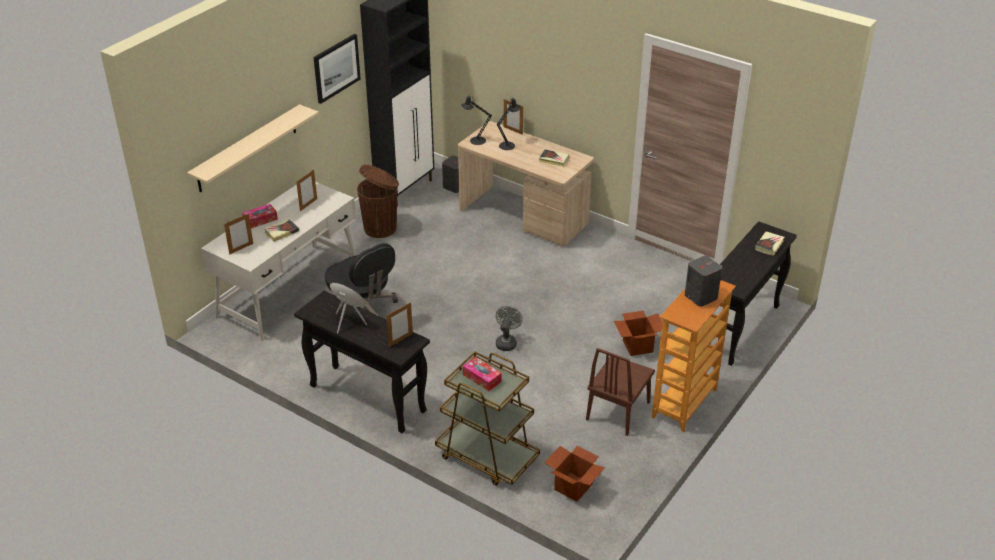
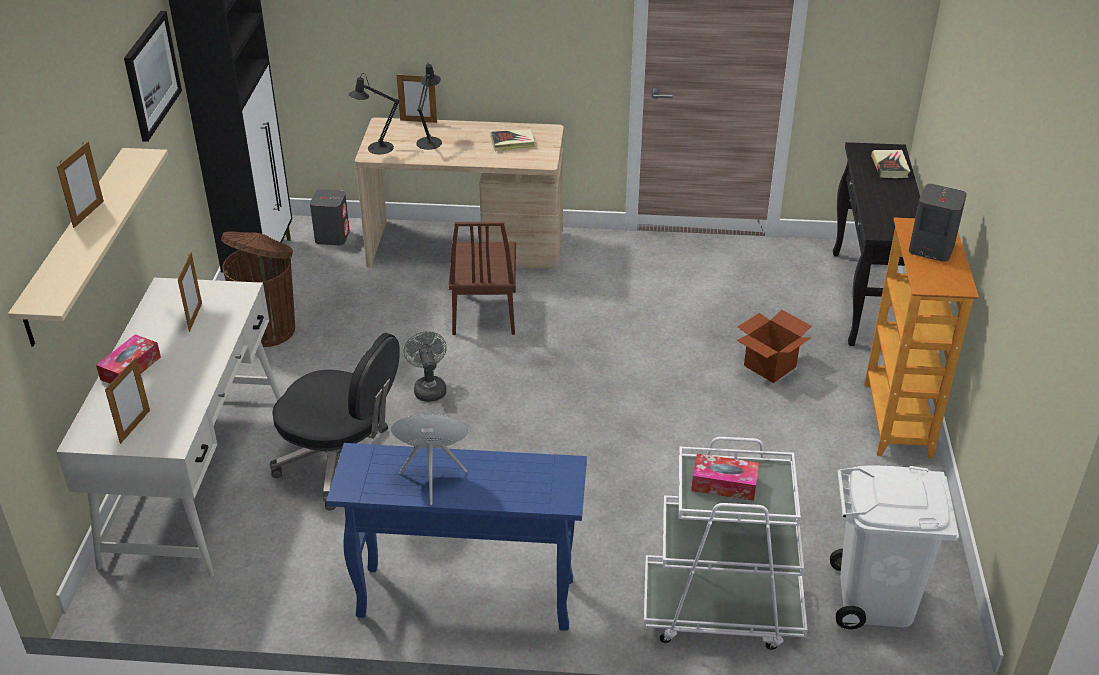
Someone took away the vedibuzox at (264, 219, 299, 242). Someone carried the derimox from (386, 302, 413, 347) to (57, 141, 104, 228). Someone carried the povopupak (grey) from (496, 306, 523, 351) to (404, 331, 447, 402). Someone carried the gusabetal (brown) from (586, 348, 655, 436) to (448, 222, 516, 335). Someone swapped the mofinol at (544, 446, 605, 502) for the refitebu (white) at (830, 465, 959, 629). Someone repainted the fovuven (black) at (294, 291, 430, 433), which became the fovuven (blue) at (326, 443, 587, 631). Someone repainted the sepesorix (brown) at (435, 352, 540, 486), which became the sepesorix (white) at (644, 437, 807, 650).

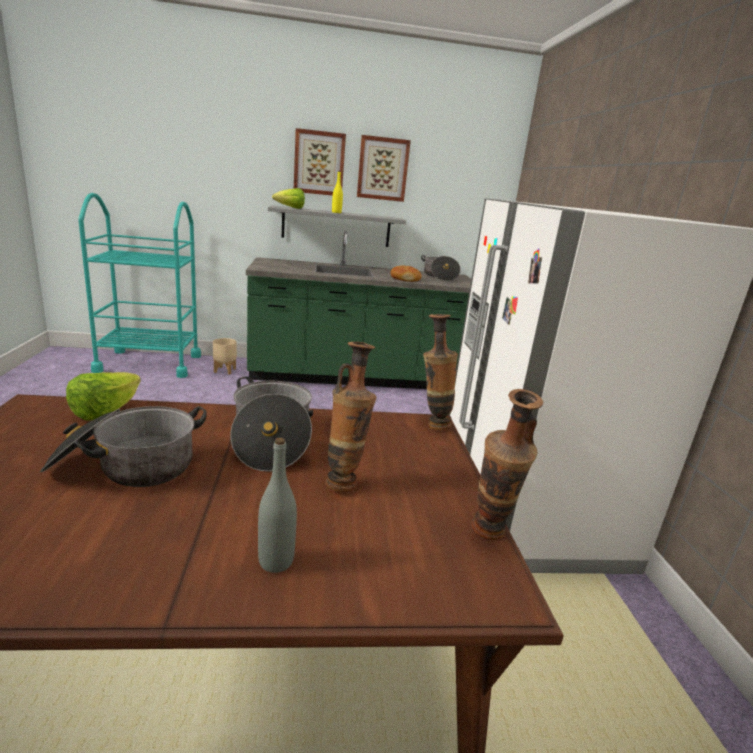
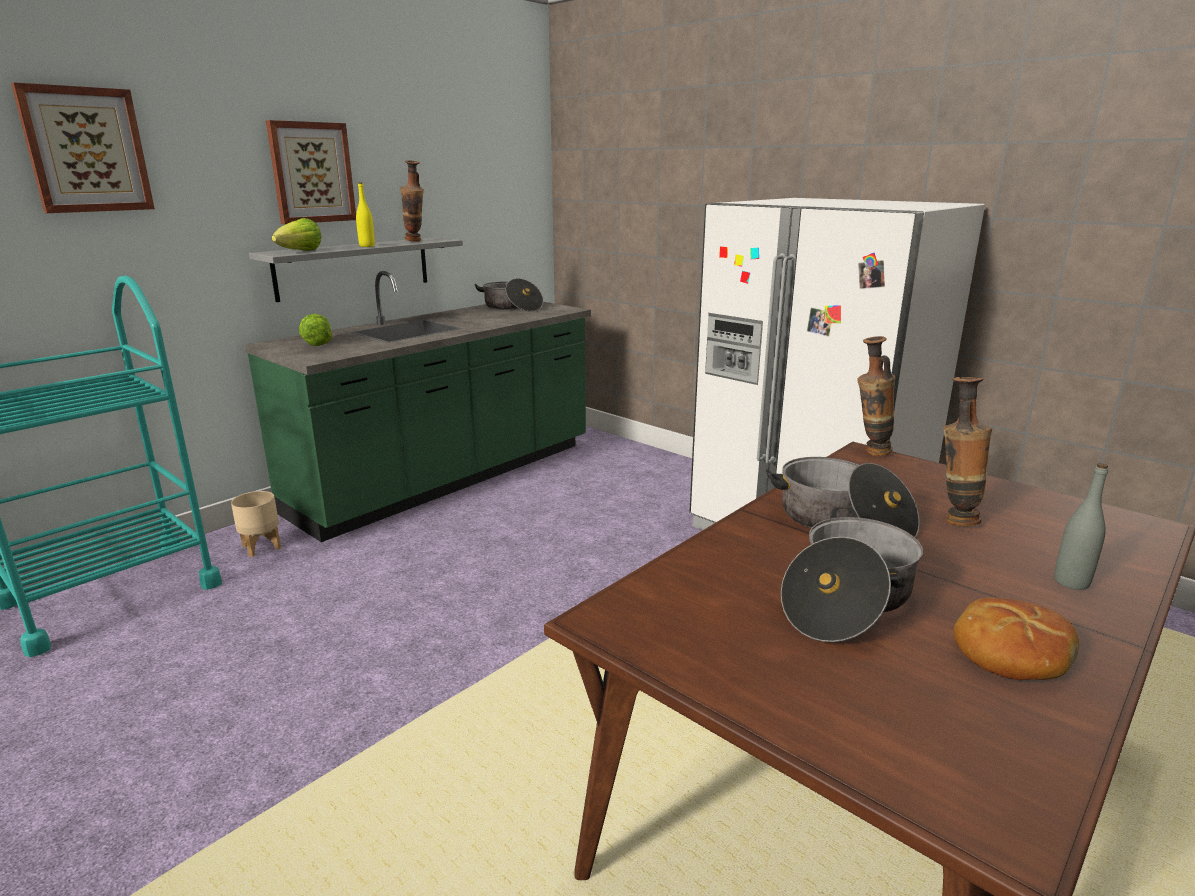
Someone carried the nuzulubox from (66, 372, 141, 421) to (299, 314, 333, 346). Someone carried the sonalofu from (357, 135, 411, 202) to (11, 82, 155, 213). Someone carried the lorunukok from (391, 265, 422, 282) to (954, 597, 1079, 680). Someone carried the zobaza from (472, 389, 543, 540) to (400, 160, 424, 242).

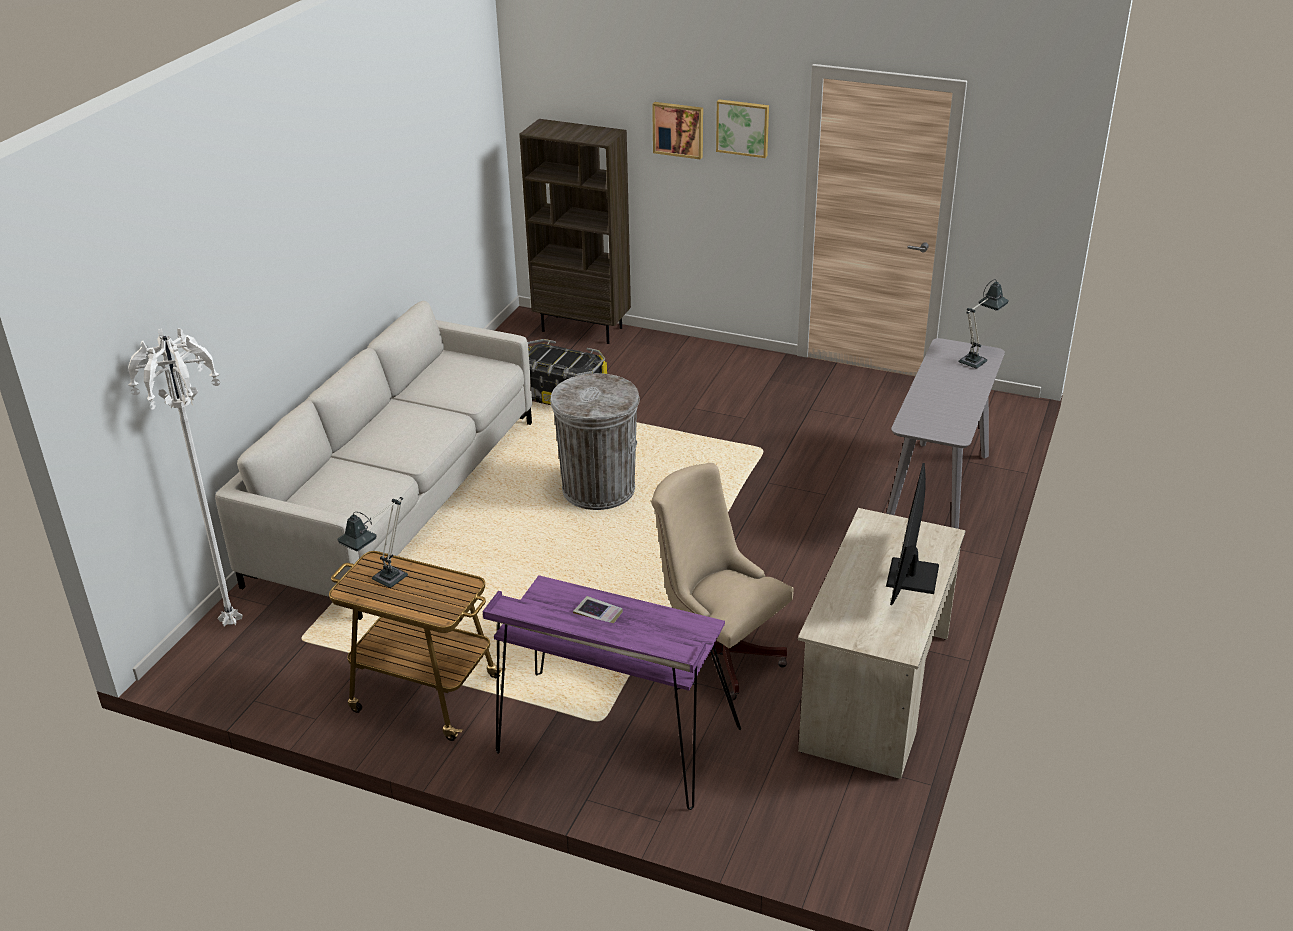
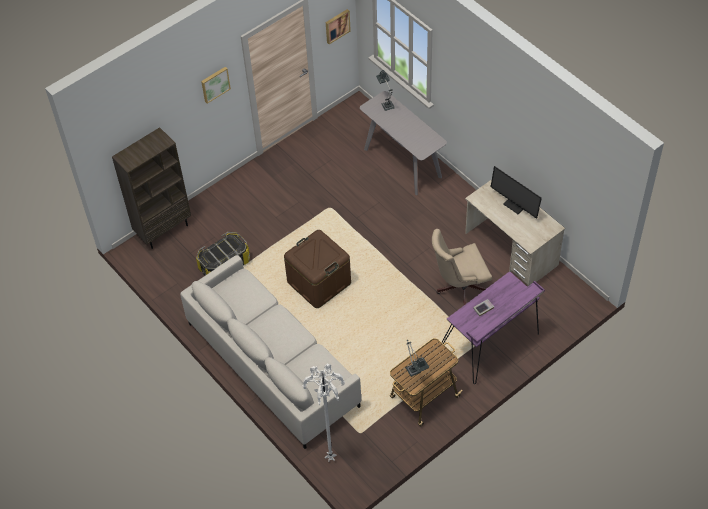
Someone carried the sonalofu from (652, 102, 703, 160) to (326, 9, 351, 44). Someone swapped the refitebu (grey) at (550, 373, 640, 510) for the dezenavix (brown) at (284, 230, 351, 308).

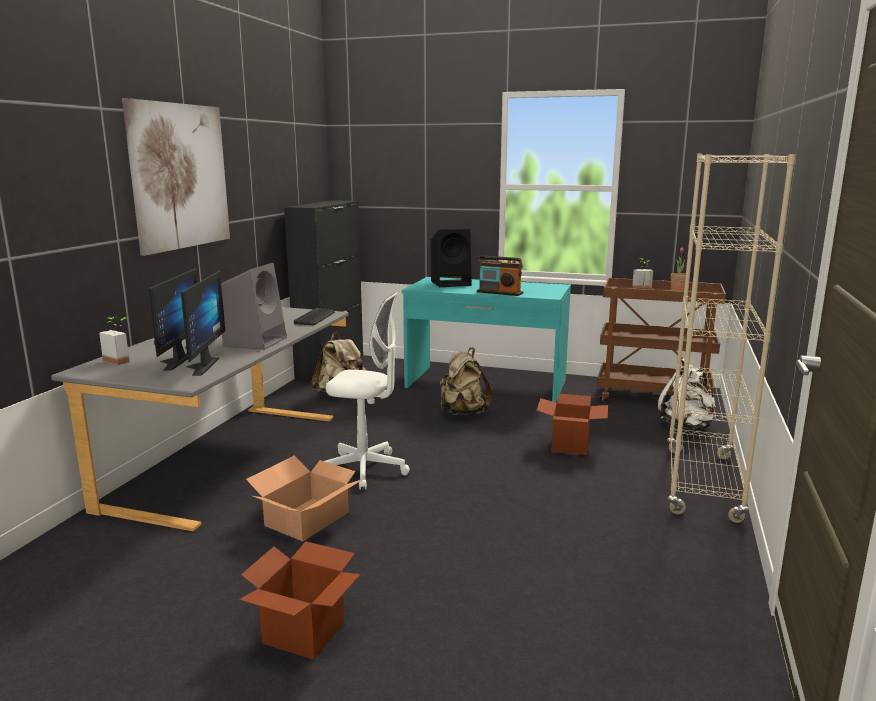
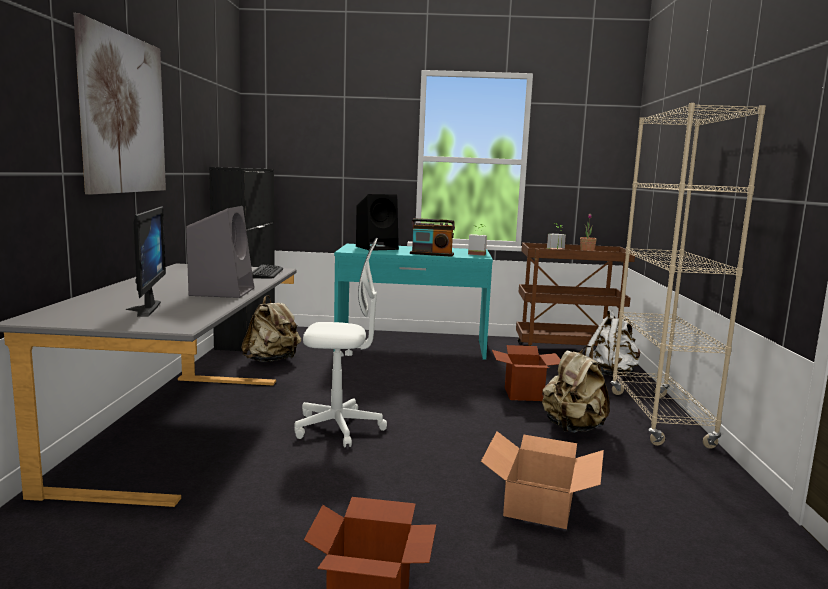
Someone took away the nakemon at (181, 271, 225, 376). Someone carried the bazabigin from (99, 316, 130, 365) to (468, 224, 487, 256). Someone carried the mofinol from (246, 455, 363, 541) to (481, 431, 604, 529). Someone carried the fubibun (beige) from (440, 348, 492, 416) to (542, 346, 610, 433).

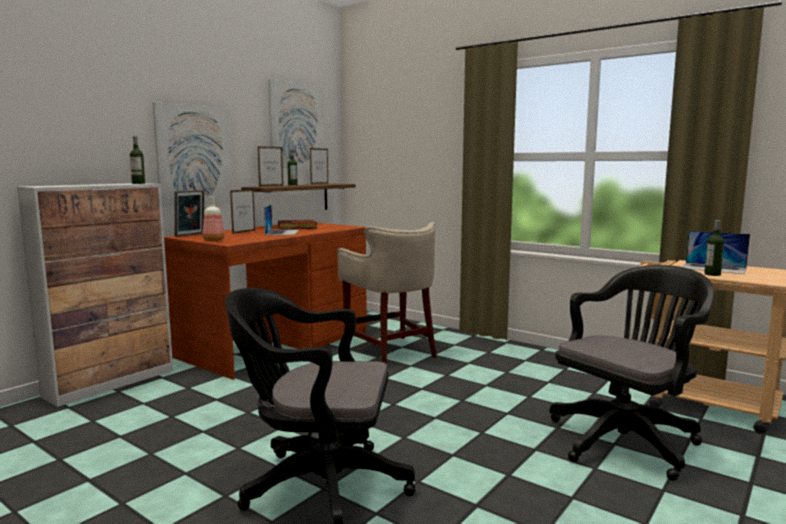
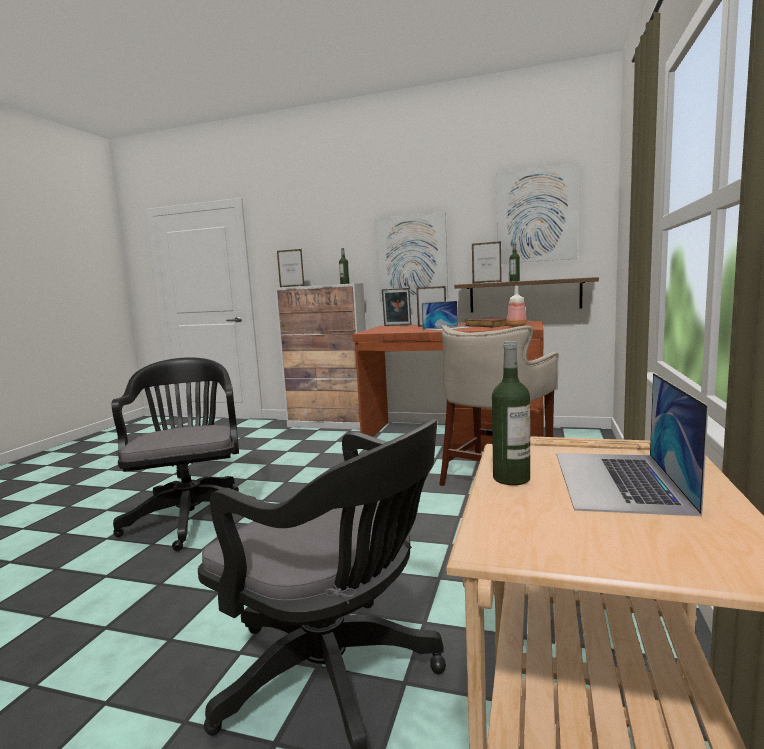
Someone carried the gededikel from (202, 196, 225, 241) to (507, 286, 527, 327). Someone carried the derimox from (310, 148, 329, 184) to (277, 249, 304, 287).

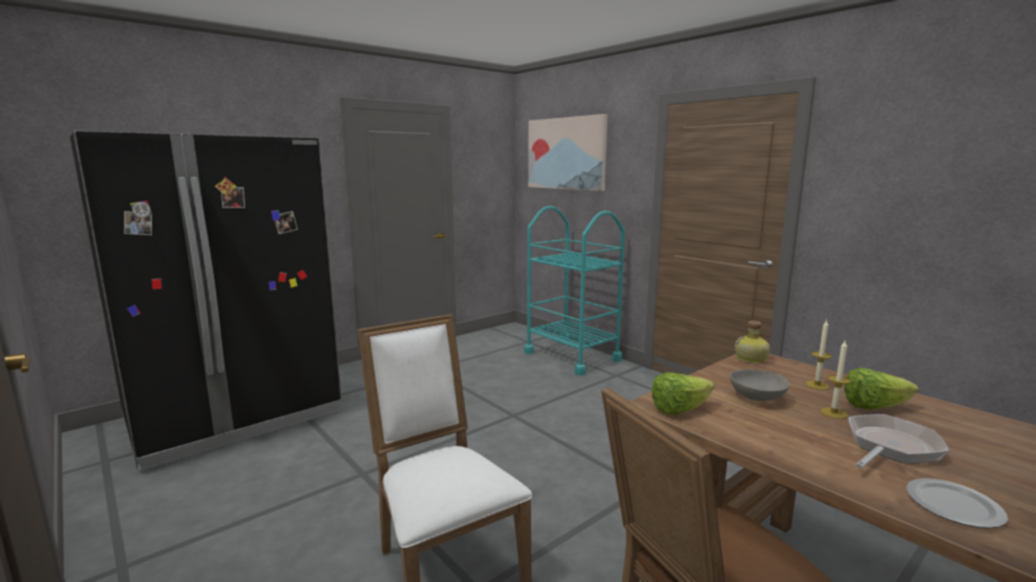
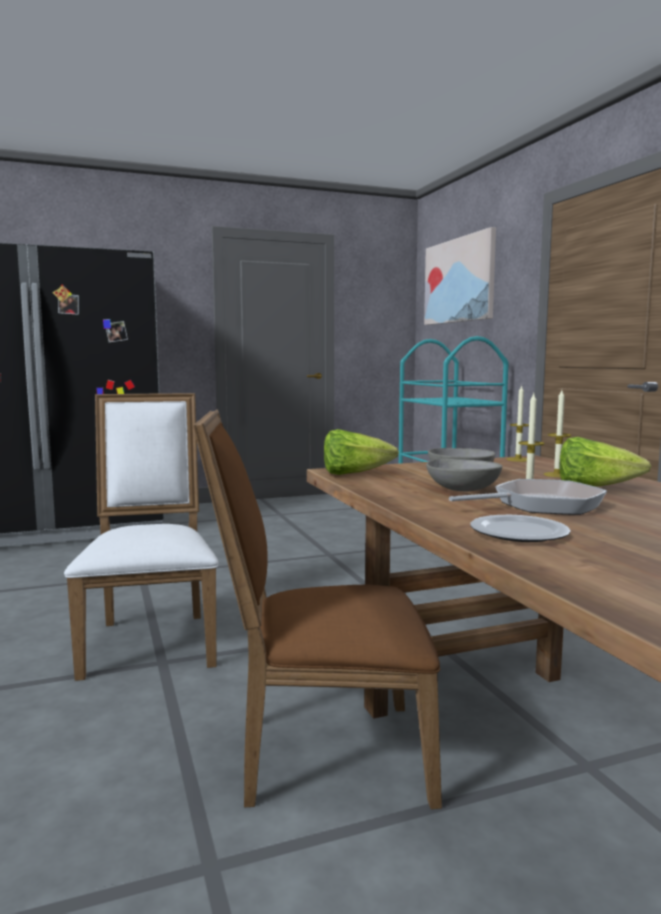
Someone put down the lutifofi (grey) at (426, 459, 502, 491). Someone swapped the gededikel at (734, 321, 770, 364) for the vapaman at (507, 385, 529, 462).

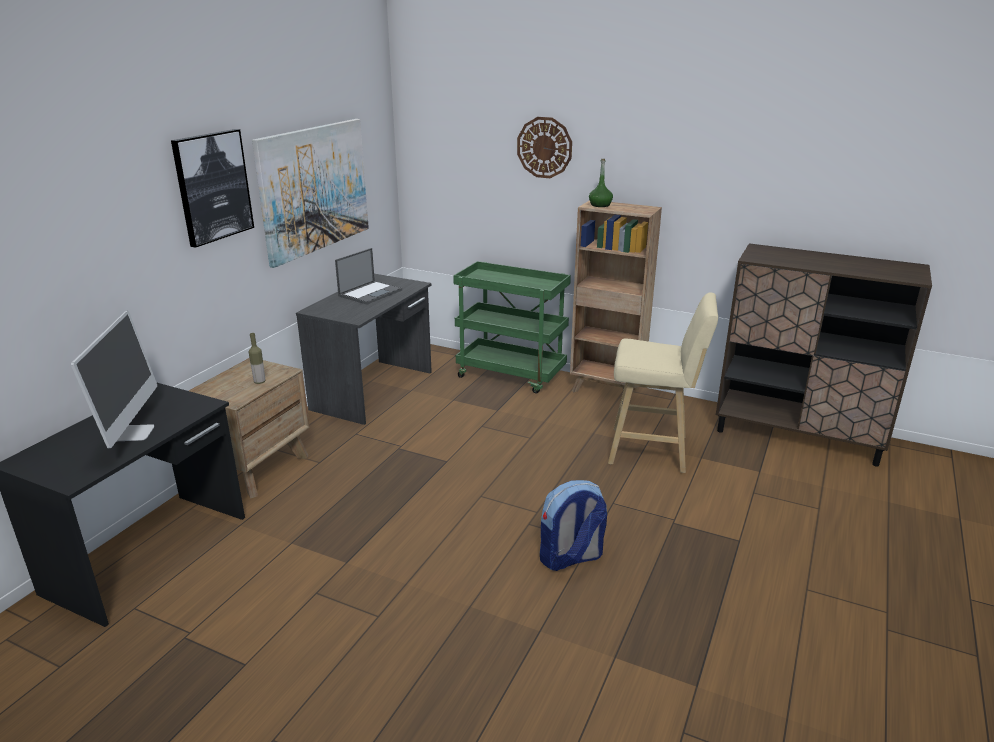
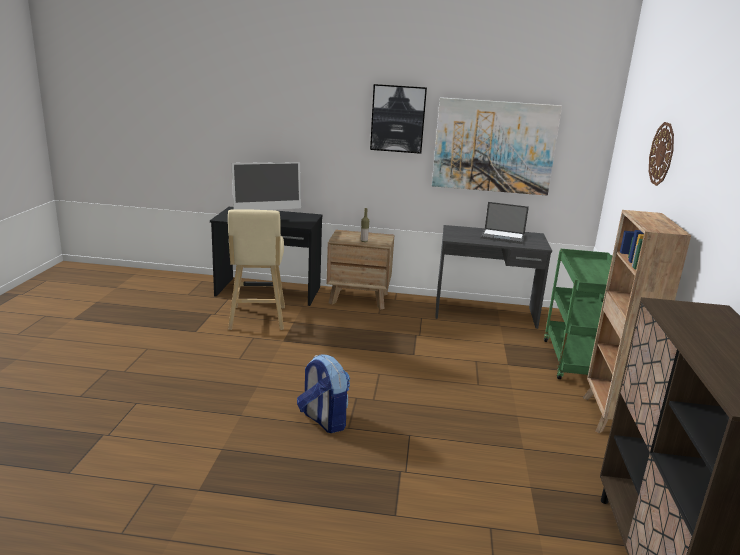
Someone took away the gededikel (green) at (589, 159, 613, 207). Someone carried the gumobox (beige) from (608, 292, 718, 473) to (228, 209, 285, 330).

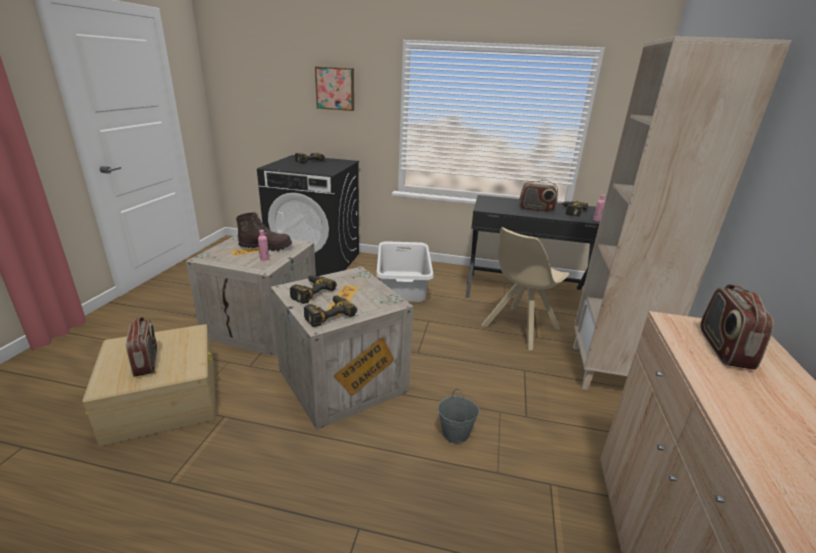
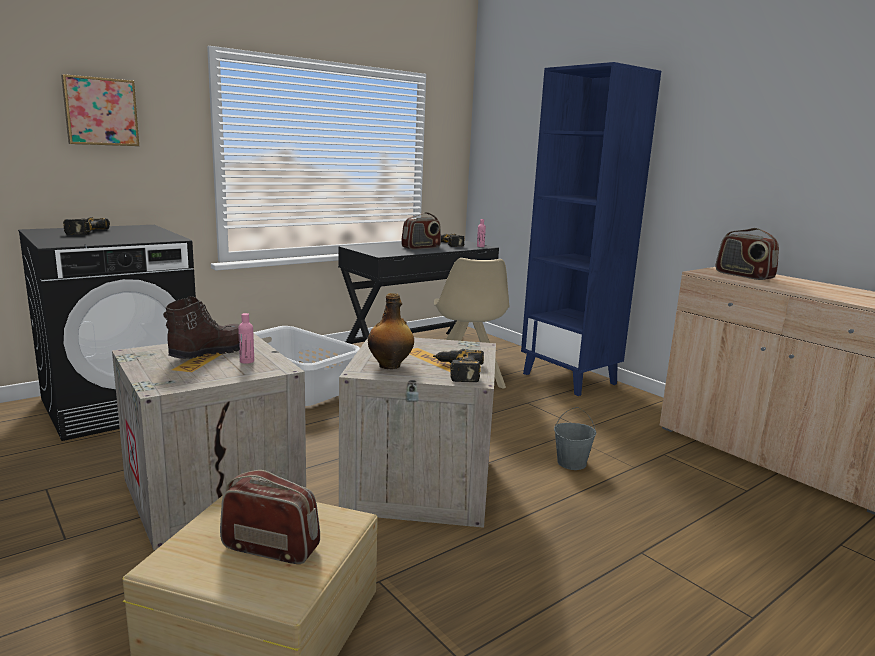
Someone swapped the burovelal at (290, 275, 337, 304) for the gededikel at (368, 293, 414, 369). Someone repainted the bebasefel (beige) at (573, 36, 792, 390), which became the bebasefel (blue) at (521, 62, 661, 396).

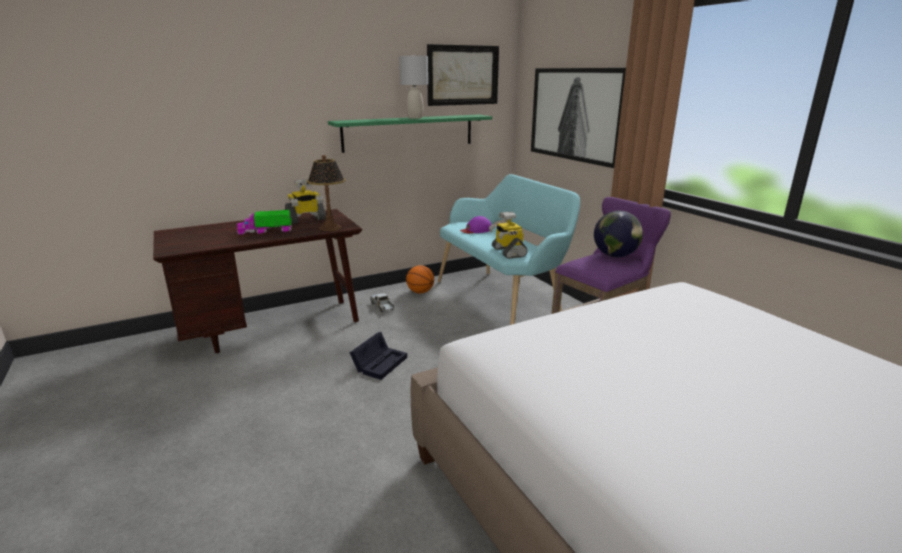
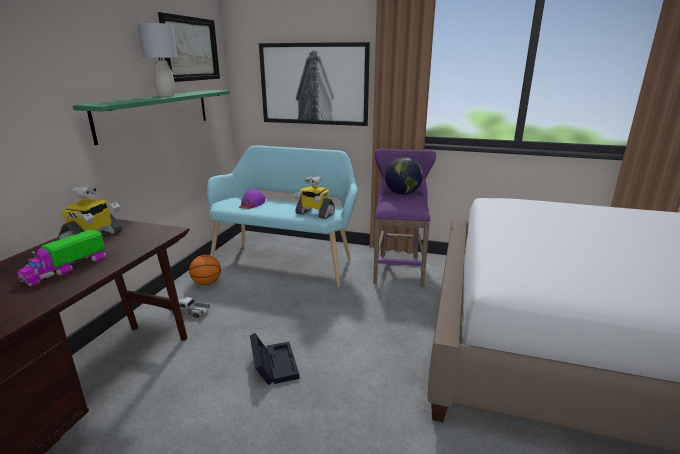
Someone took away the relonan at (307, 155, 346, 231).

